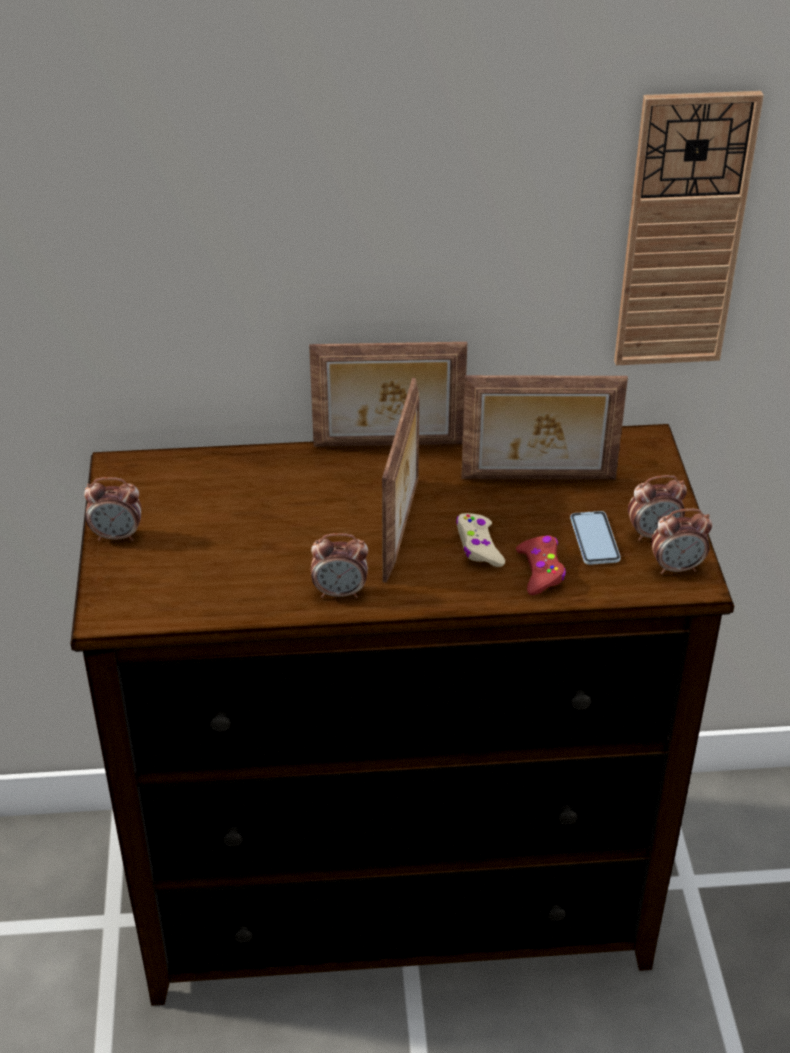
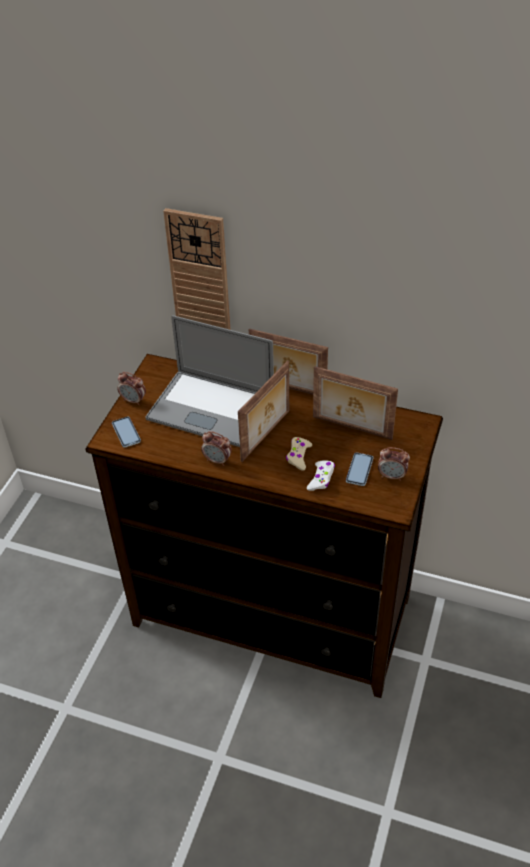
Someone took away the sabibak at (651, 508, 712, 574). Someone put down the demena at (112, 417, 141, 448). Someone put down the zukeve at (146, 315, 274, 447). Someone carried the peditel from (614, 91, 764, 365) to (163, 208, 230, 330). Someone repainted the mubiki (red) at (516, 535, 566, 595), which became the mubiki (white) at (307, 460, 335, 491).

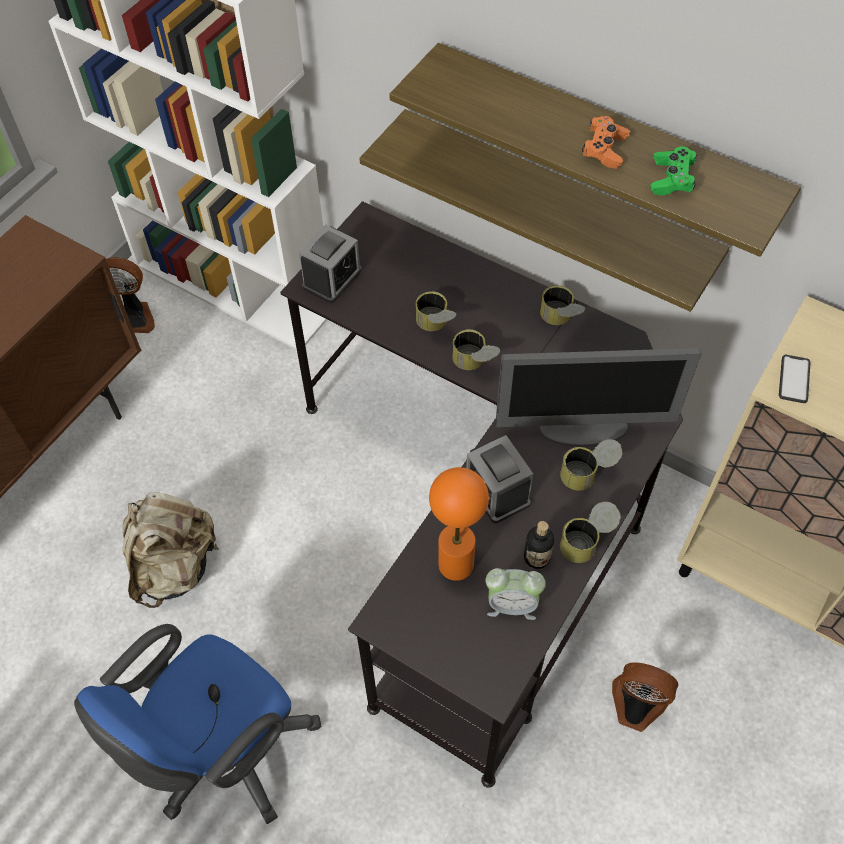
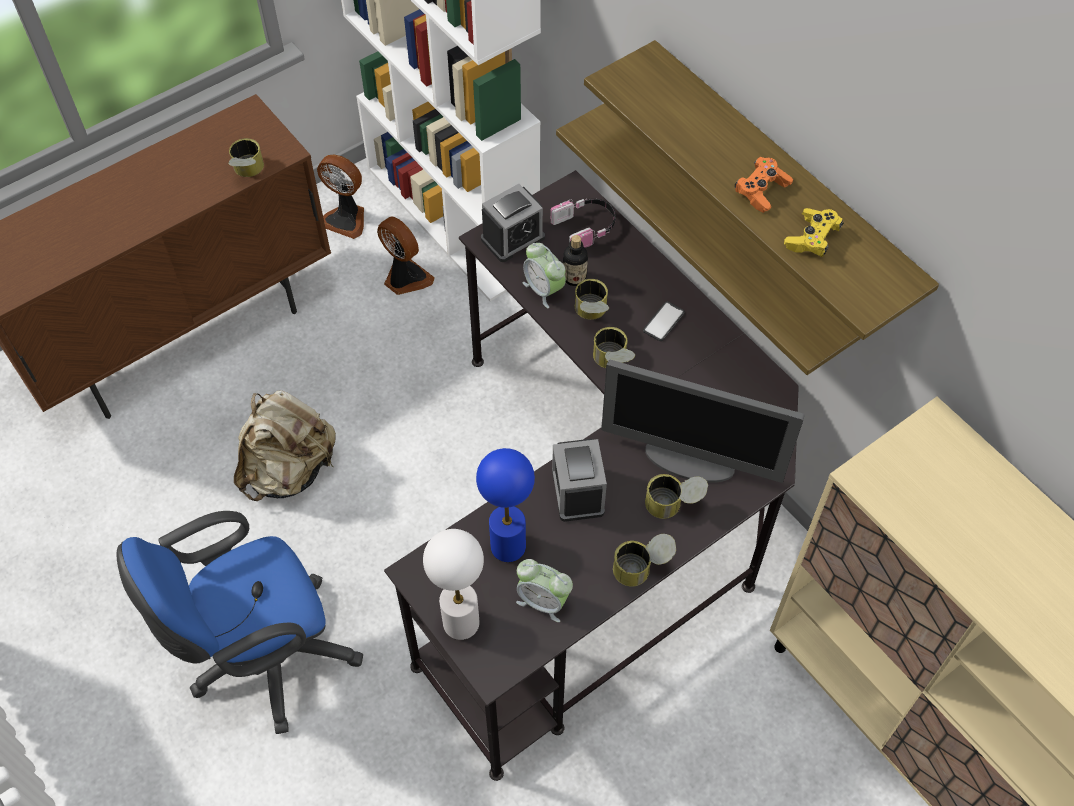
Someone put down the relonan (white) at (423, 529, 484, 640). Someone put down the sabibak at (523, 243, 566, 308). Someone put down the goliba at (550, 199, 616, 248). Someone carried the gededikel from (524, 521, 554, 569) to (563, 235, 588, 286). Someone carried the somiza from (540, 285, 585, 325) to (228, 138, 264, 177). Someone carried the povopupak from (612, 663, 678, 732) to (377, 216, 435, 295). Someone carried the demena from (779, 355, 811, 403) to (643, 301, 685, 341). Someone repainted the relonan (orange) at (429, 467, 489, 581), which became the relonan (blue) at (476, 448, 535, 562). Someone repainted the mubiki (green) at (650, 146, 697, 196), which became the mubiki (yellow) at (784, 208, 844, 257).

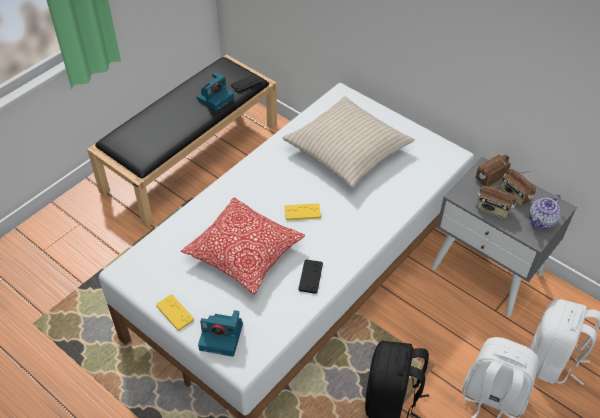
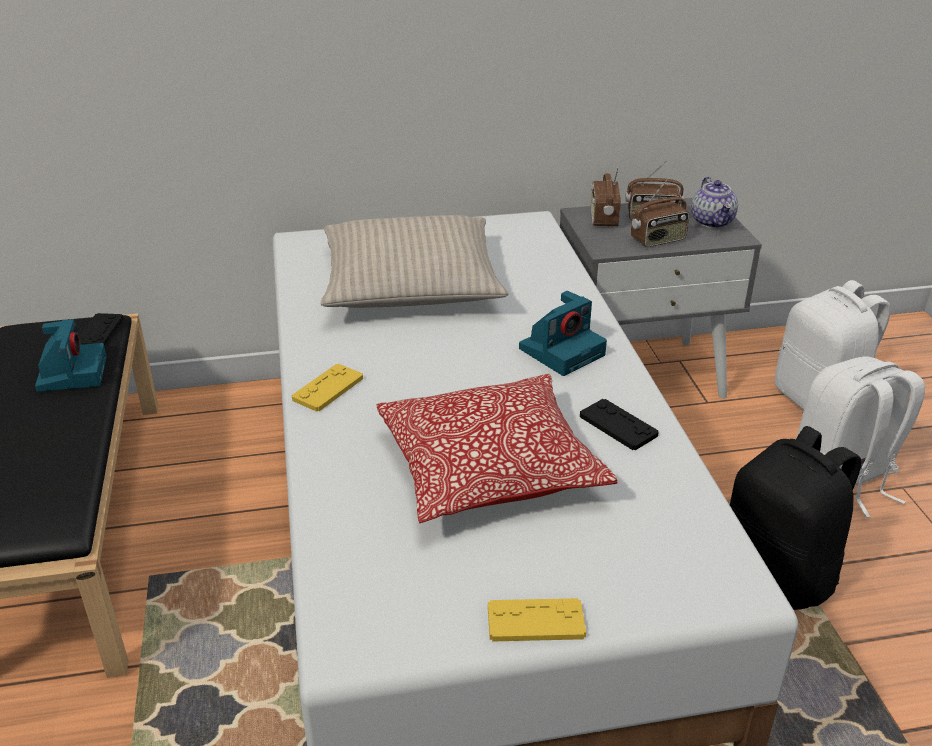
Someone carried the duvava from (198, 310, 243, 357) to (519, 291, 607, 376). Someone carried the mubiki (yellow) from (285, 203, 321, 220) to (292, 364, 363, 412).

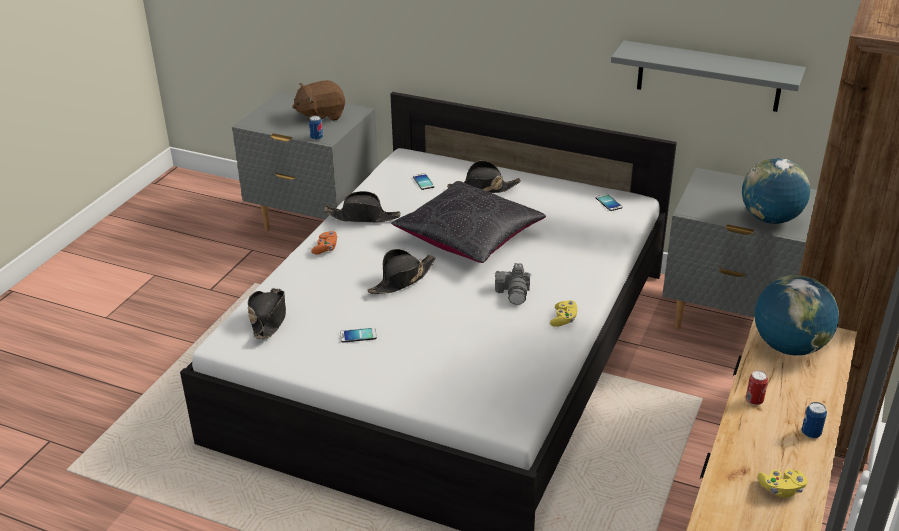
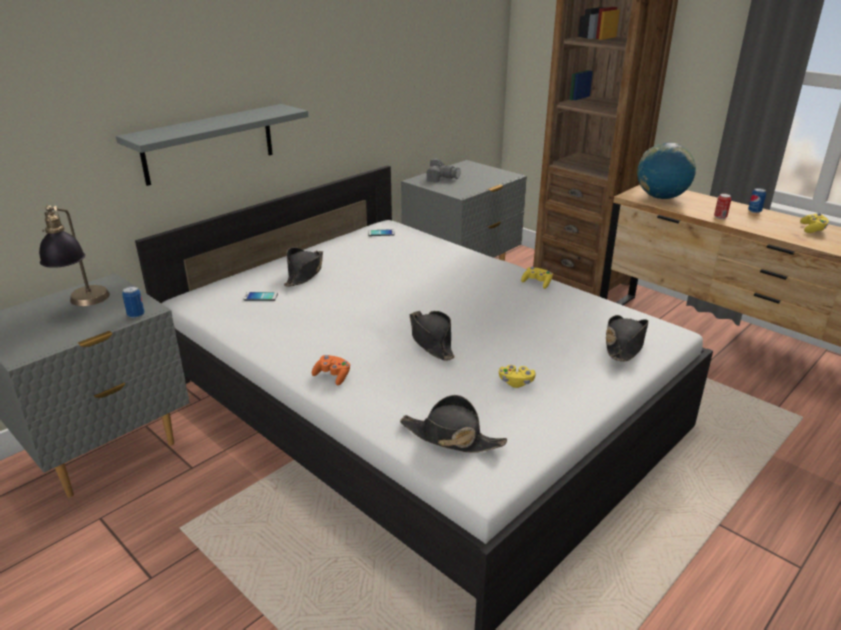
Someone took away the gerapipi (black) at (391, 181, 546, 263). Someone took away the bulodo at (742, 158, 810, 224). Someone carried the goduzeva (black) from (324, 191, 400, 223) to (606, 315, 649, 362). Someone carried the duvava from (495, 263, 531, 305) to (426, 158, 461, 182). Someone carried the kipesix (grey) from (611, 40, 806, 112) to (116, 104, 308, 186). Someone swapped the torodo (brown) at (292, 80, 345, 121) for the relonan at (39, 205, 110, 306). Someone swapped the demena at (340, 328, 377, 343) for the mubiki (yellow) at (499, 365, 536, 388).

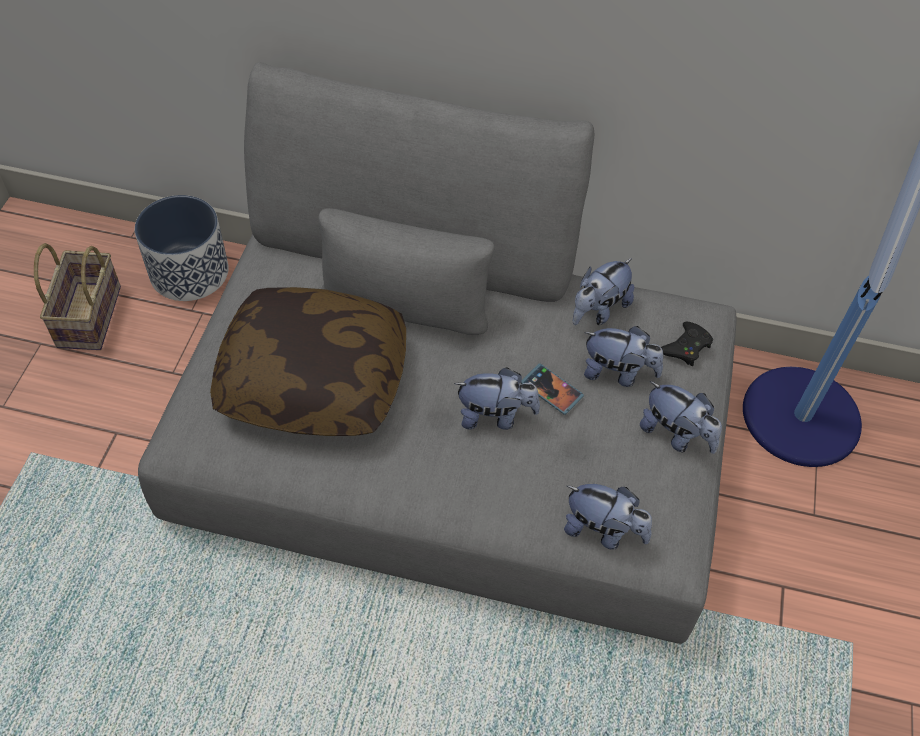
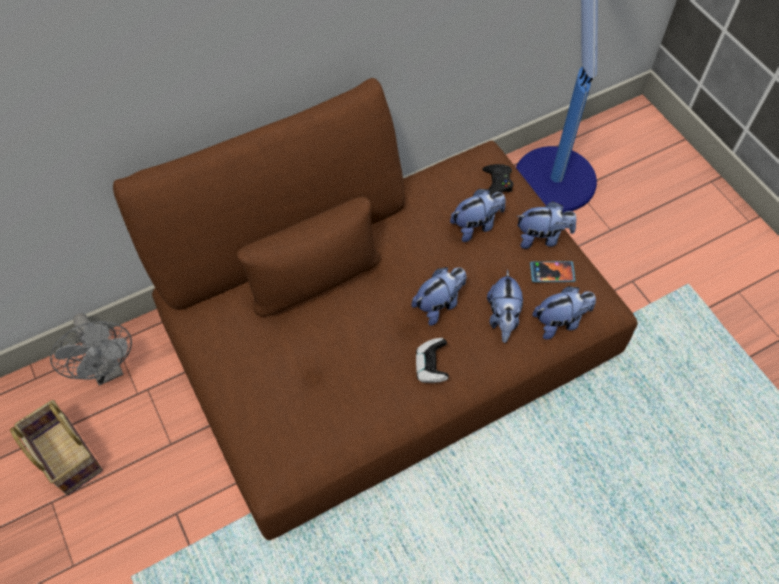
Someone took away the gerapipi at (210, 287, 406, 436). Someone put down the mubiki at (416, 338, 449, 383). Someone carried the demena from (521, 363, 584, 415) to (530, 261, 576, 282). Someone carried the torodo from (573, 258, 634, 325) to (487, 270, 523, 343). Someone swapped the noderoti at (135, 195, 229, 301) for the povopupak (grey) at (50, 313, 132, 386). Someone repainted the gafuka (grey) at (138, 62, 736, 644), which became the gafuka (brown) at (113, 78, 638, 540).

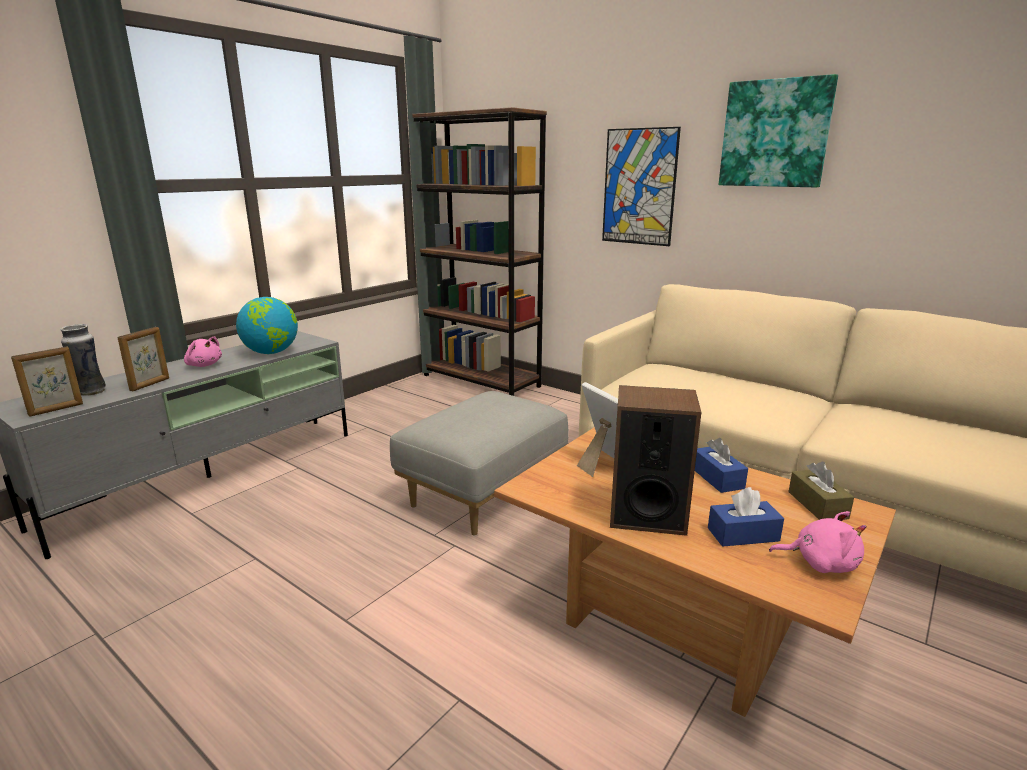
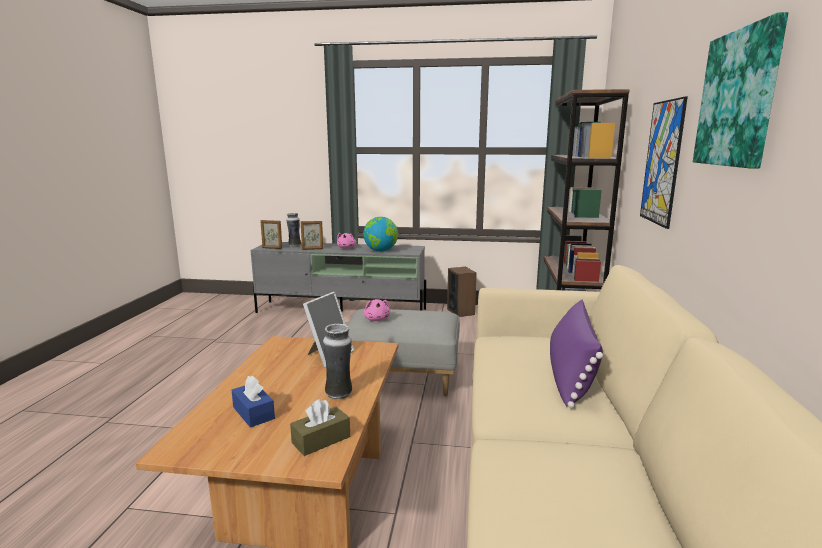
Someone put down the gerapipi (purple) at (550, 299, 603, 408). Someone carried the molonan from (610, 385, 701, 536) to (447, 267, 477, 317). Someone carried the torodo (pink) from (769, 511, 866, 573) to (363, 299, 390, 321). Someone swapped the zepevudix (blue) at (695, 438, 748, 493) for the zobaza at (323, 324, 352, 400).

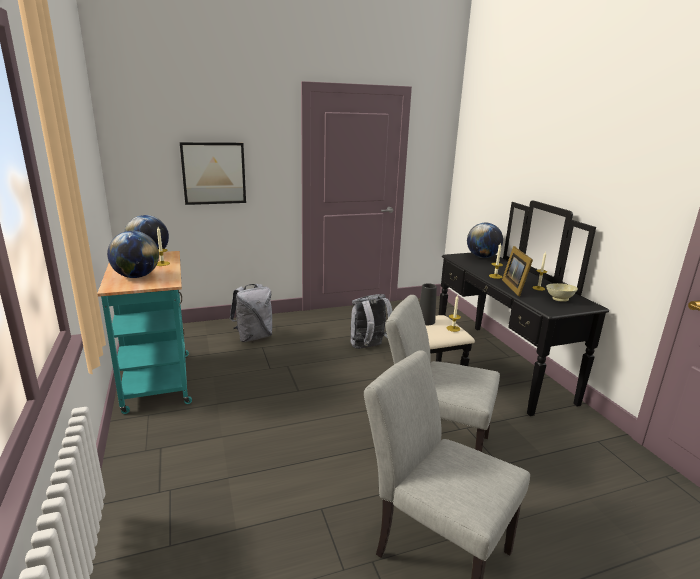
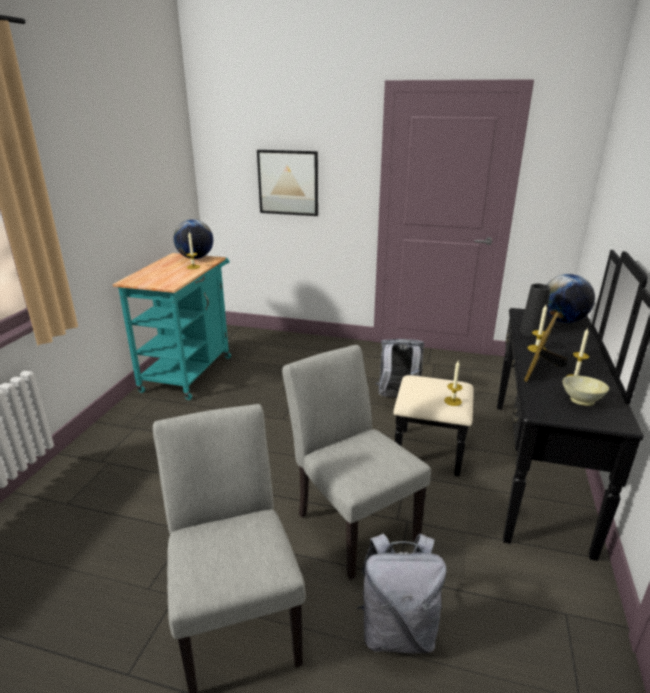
Someone took away the bulodo at (107, 231, 159, 278). Someone carried the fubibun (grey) from (230, 284, 272, 342) to (357, 534, 446, 654). Someone carried the zobaza (black) from (419, 283, 437, 325) to (520, 284, 551, 337).

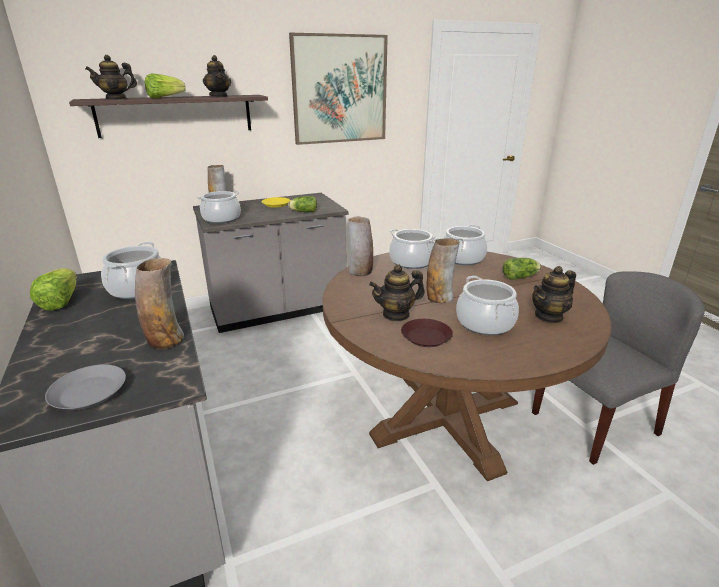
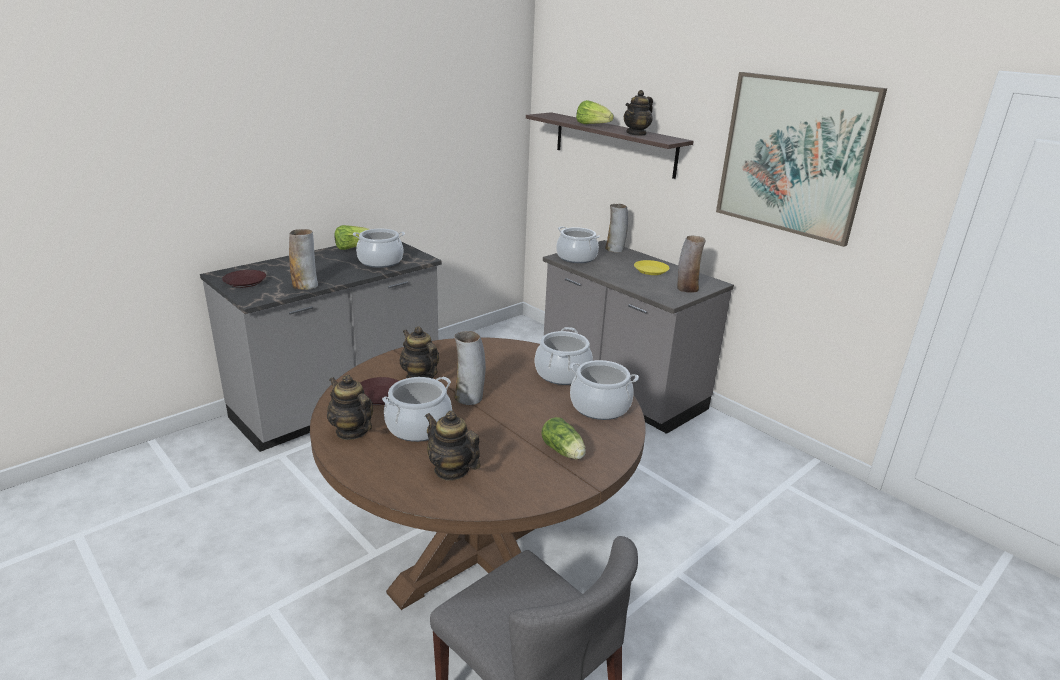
Someone took away the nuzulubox at (288, 196, 317, 212). Someone carried the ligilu from (86, 55, 137, 100) to (327, 375, 373, 440). Someone carried the zobaza from (348, 216, 373, 276) to (677, 236, 706, 293). Someone repainted the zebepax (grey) at (45, 364, 126, 410), which became the zebepax (brown) at (222, 270, 266, 288).

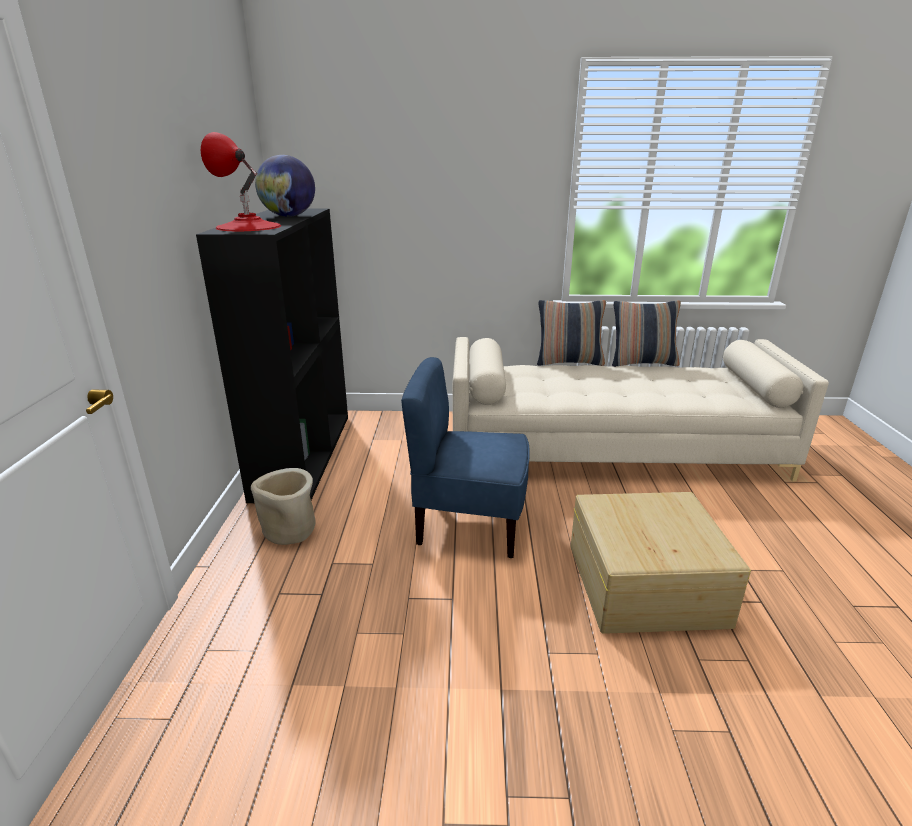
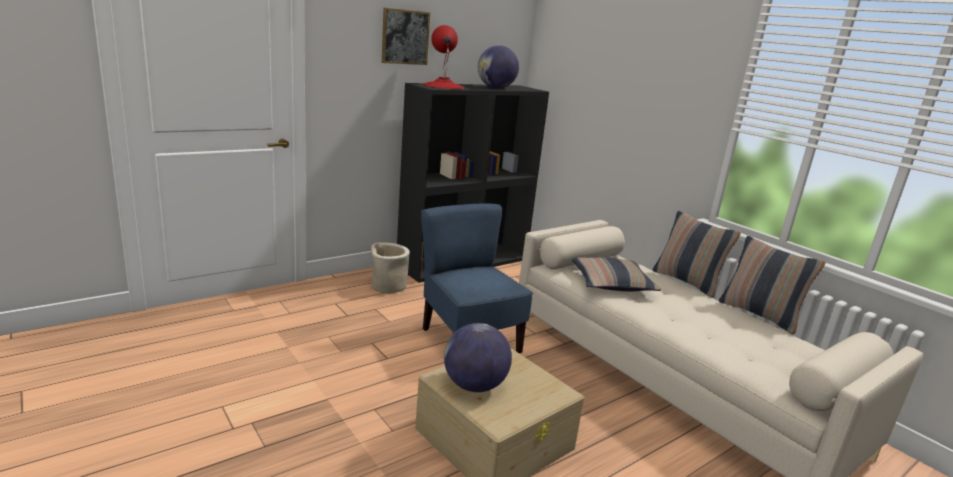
Someone put up the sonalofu at (382, 8, 430, 65). Someone put down the bulodo at (444, 323, 512, 392). Someone put down the gerapipi at (572, 257, 661, 291).

